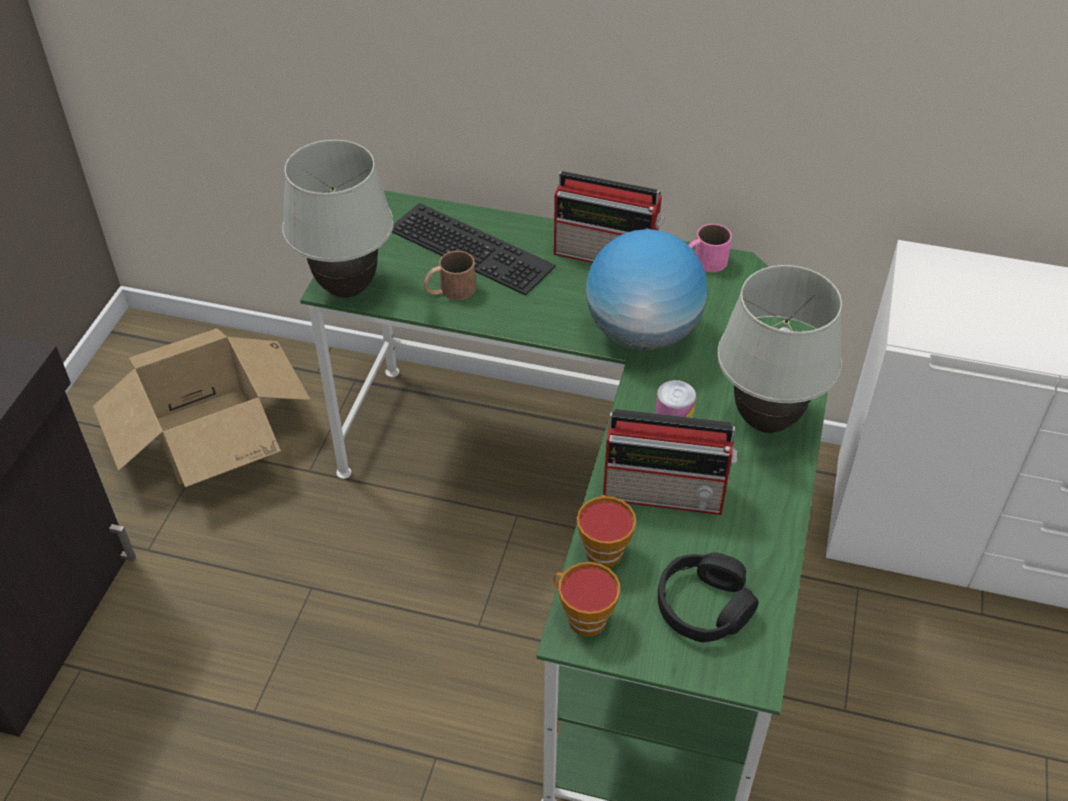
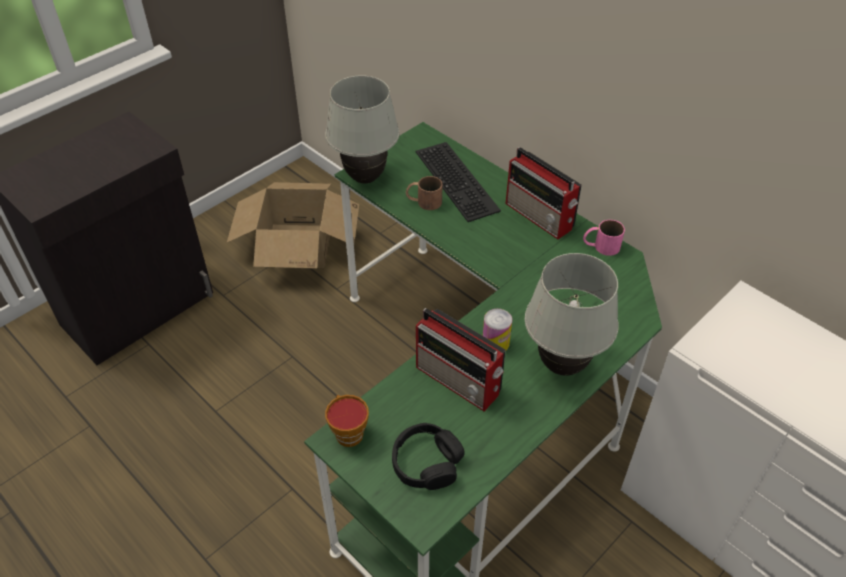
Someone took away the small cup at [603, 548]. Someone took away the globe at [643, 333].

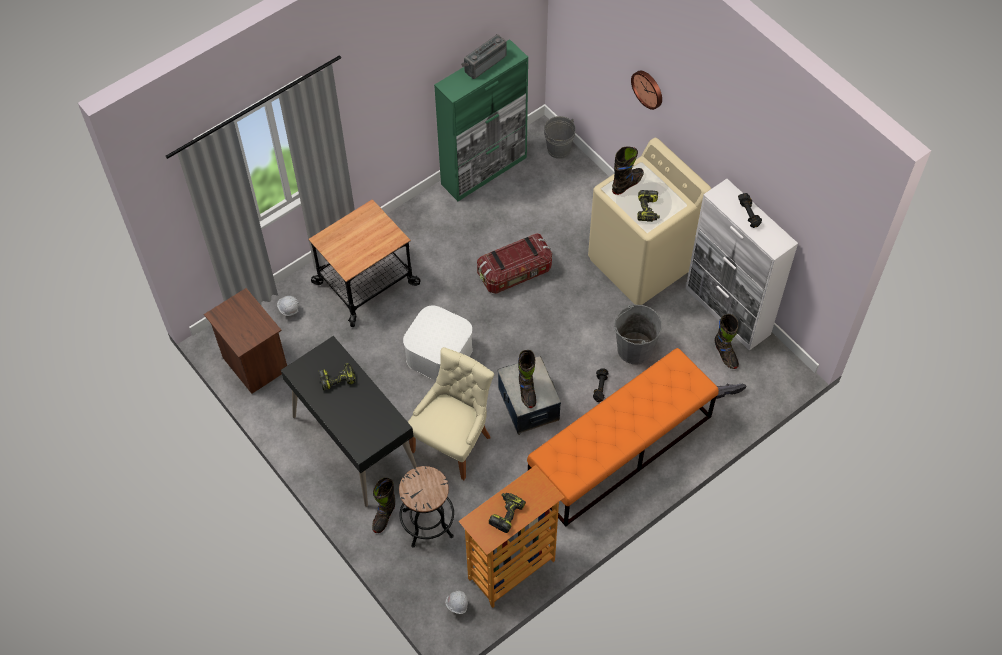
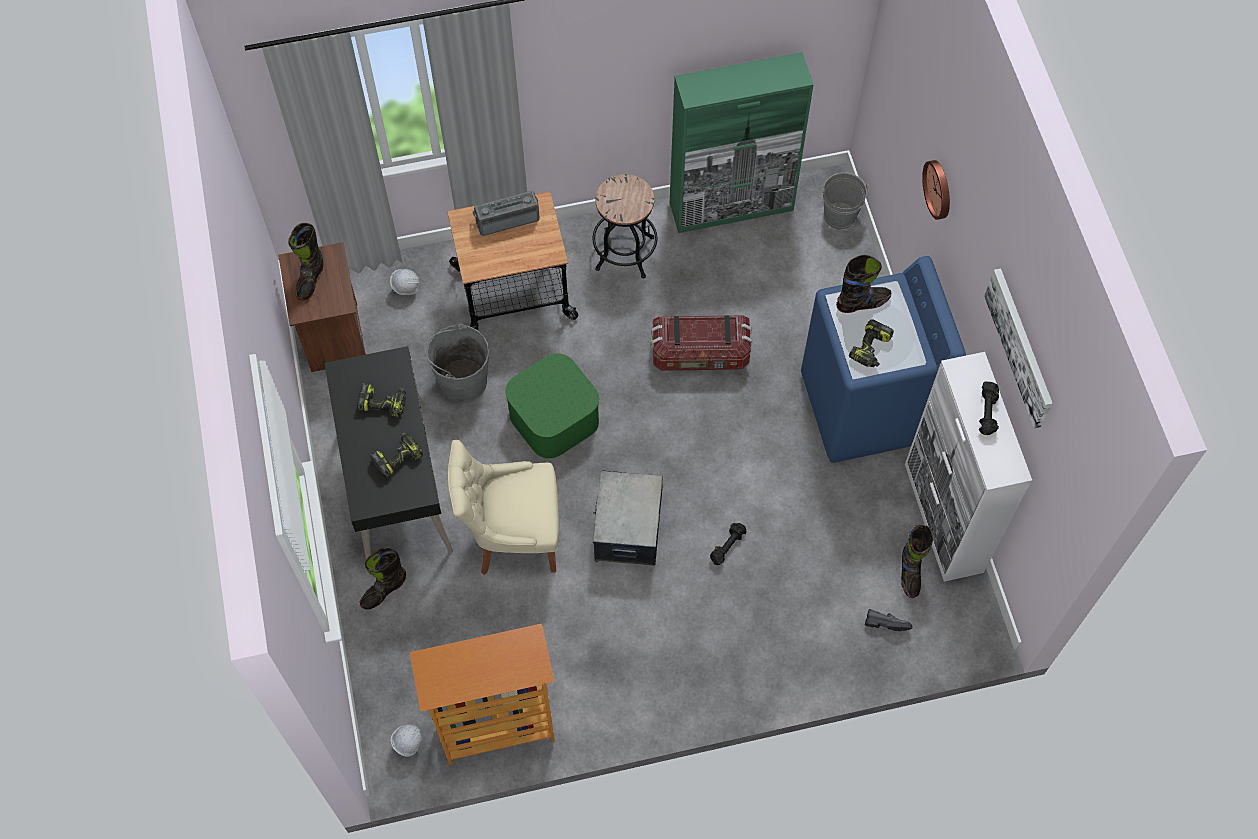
Someone took away the orangey indoor bench at [620, 450]. Someone put up the picture at [1020, 347]. Someone carried the black-coloured stool from [428, 523] to [625, 253]. Someone carried the radio set from [483, 62] to [507, 218]. Someone carried the power drill from [506, 513] to [397, 457]. Someone carried the black-coloured boot from [527, 391] to [310, 280]. Someone carried the grey bucket from [634, 349] to [462, 381]. Someone repainted the white storage box at [439, 354], which became the green-coloured storage box at [553, 417]. Someone repainted the beige laundry machine at [642, 263], which became the blue laundry machine at [866, 408]. Someone rotated the beige plain chair at [453, 442] by 150 degrees counterclockwise.

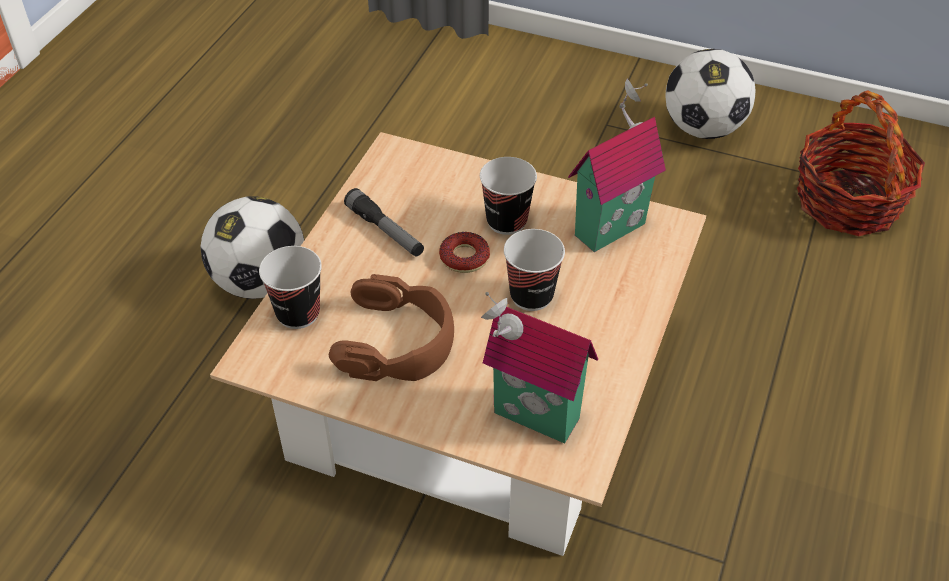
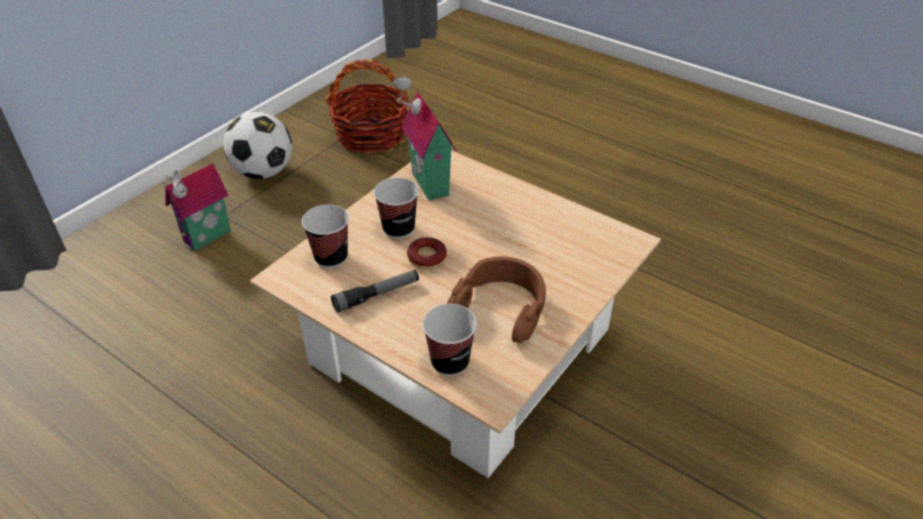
Someone took away the ball for football at [260, 282]. Someone carried the model house from [533, 419] to [209, 238]. Someone carried the small cup from [531, 296] to [331, 257].

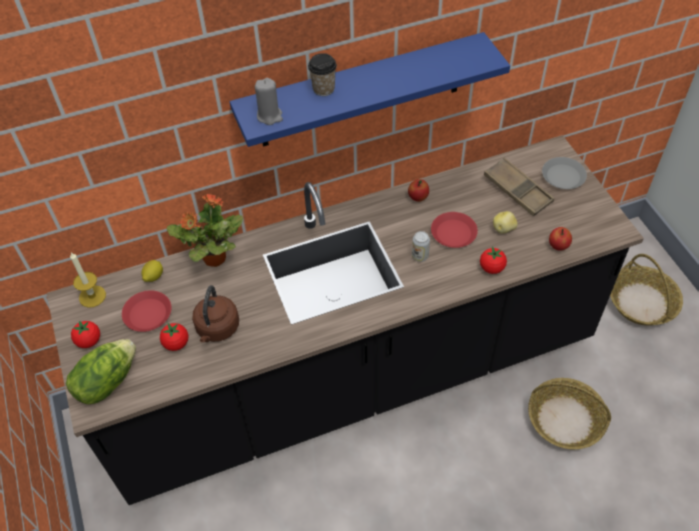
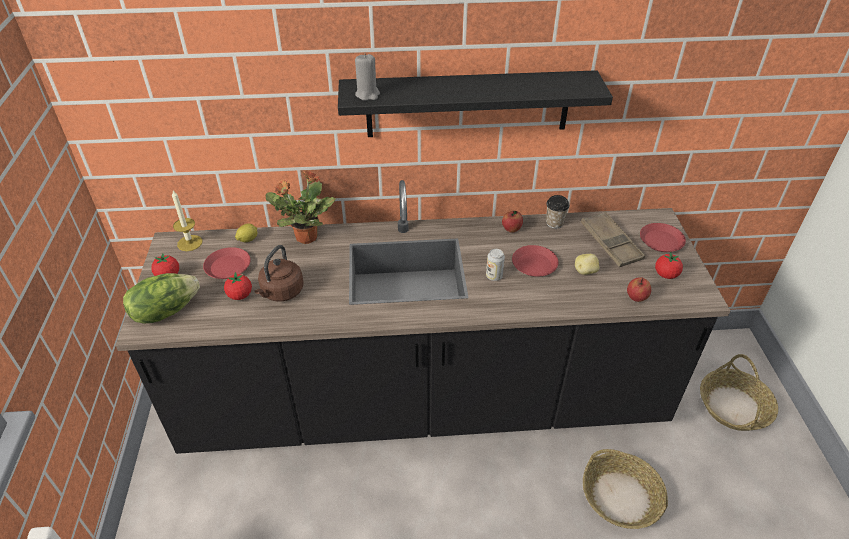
Someone carried the small cup from [323, 89] to [554, 223]. Someone carried the fresh tomato from [491, 268] to [666, 275]. Someone repainted the blue bracket shelf at [361, 91], which became the black-coloured bracket shelf at [468, 104]. Someone repainted the grey flat dish at [563, 176], which became the red flat dish at [661, 241].

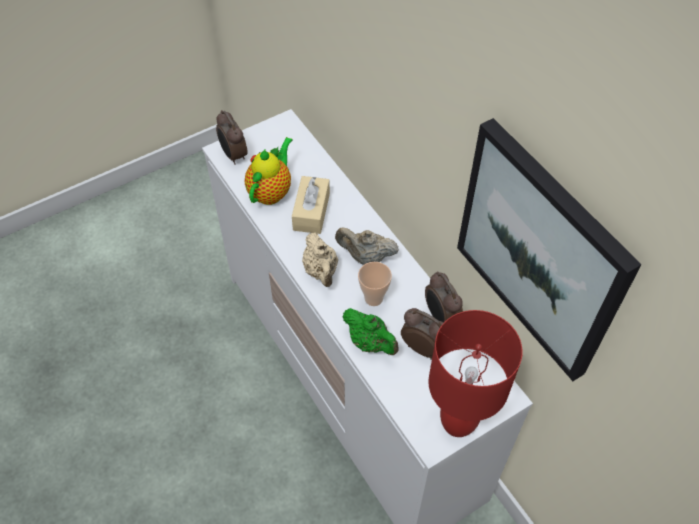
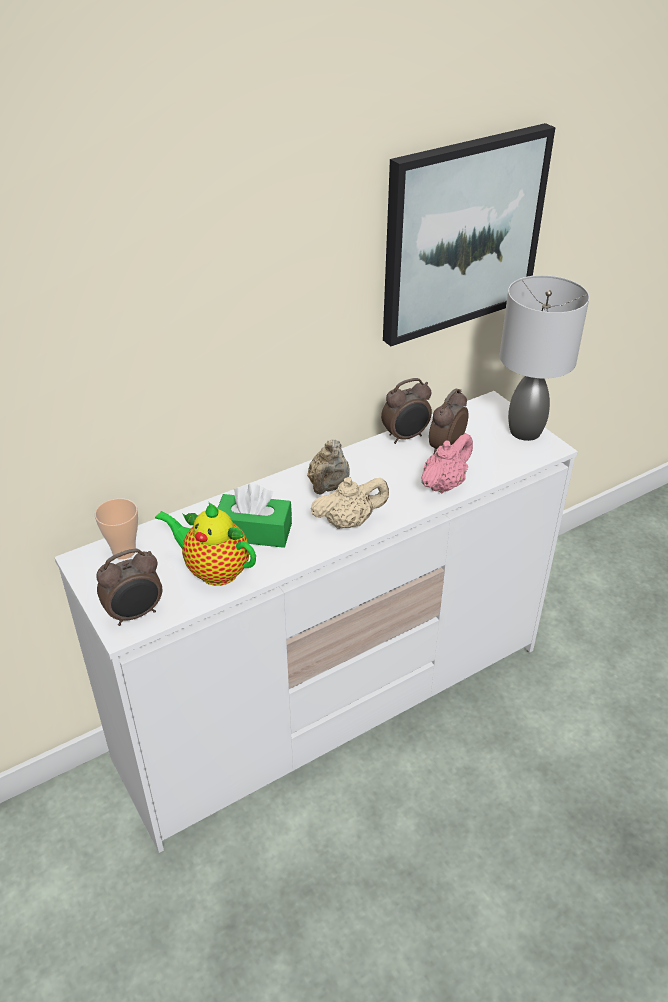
Someone carried the small cup from [373, 298] to [124, 551]. Someone repainted the beige tissue holder at [311, 211], which became the green-coloured tissue holder at [254, 532]. Someone repainted the green-coloured pot for tea at [370, 342], which became the pink pot for tea at [444, 484]. Someone repainted the red table lamp at [457, 424], which became the grey table lamp at [526, 431].

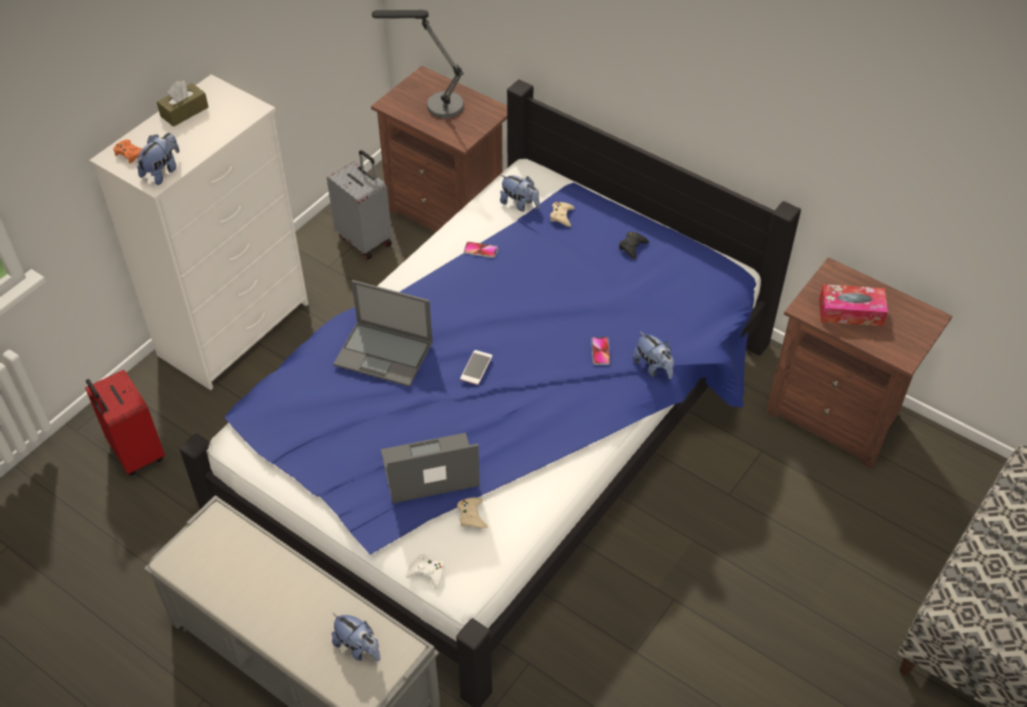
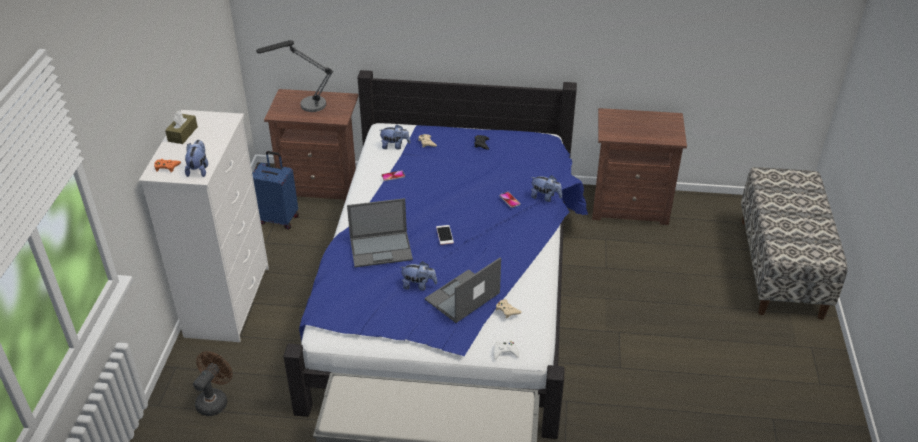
Someone took away the tissue holder at [850, 312]. Someone carried the plush toy from [358, 647] to [418, 285]. Someone swapped the red suitcase at [135, 453] for the brownish cooling fan at [215, 400]. Someone repainted the grey suitcase at [365, 240], which became the blue suitcase at [278, 219].

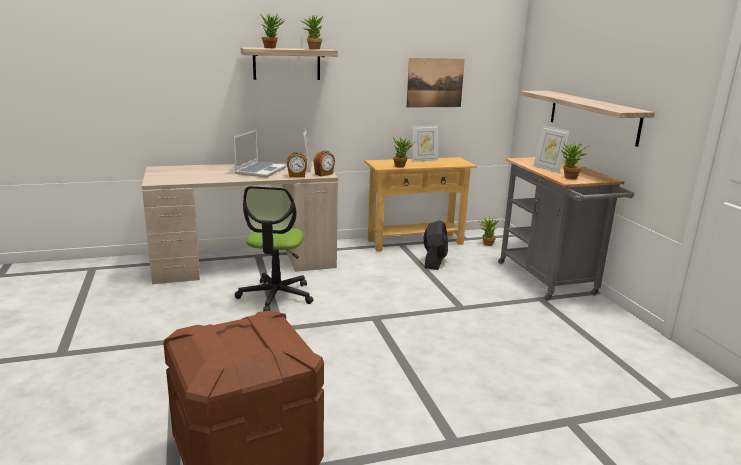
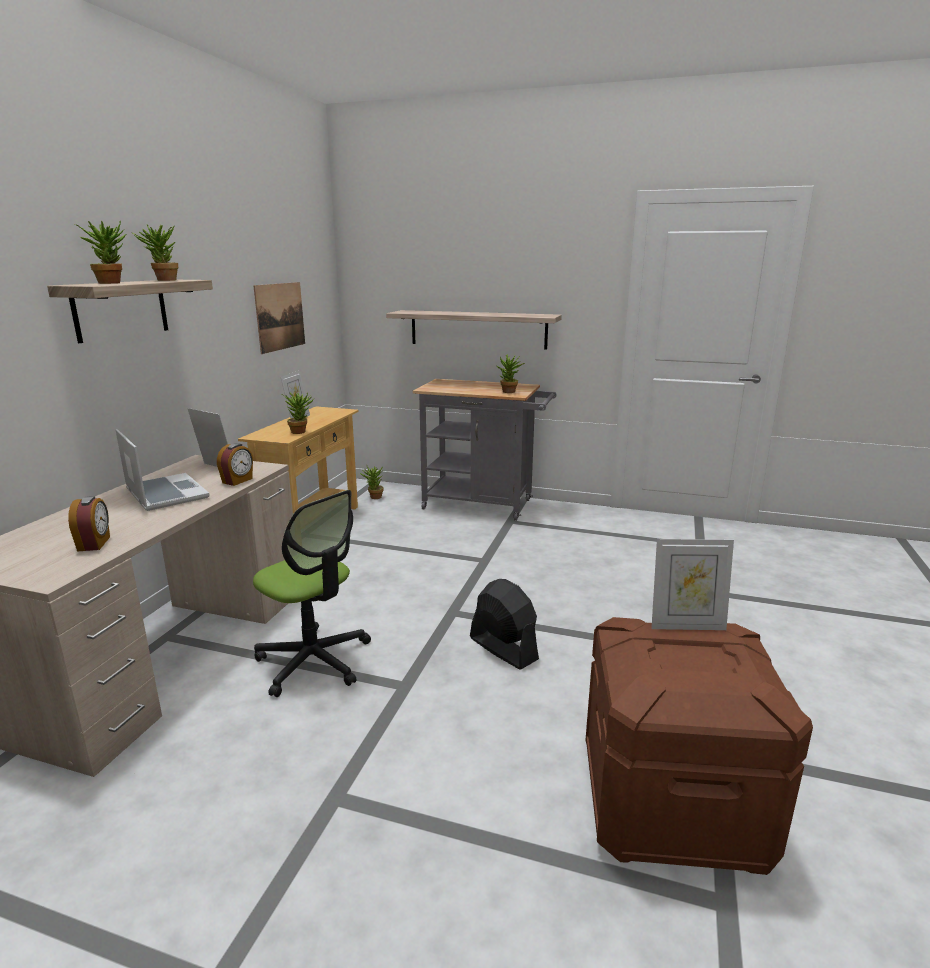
Someone carried the table clock from [324, 174] to [95, 544]. Someone carried the black-coloured cooling fan from [434, 261] to [503, 648]. Someone carried the photo frame from [548, 169] to [686, 625].

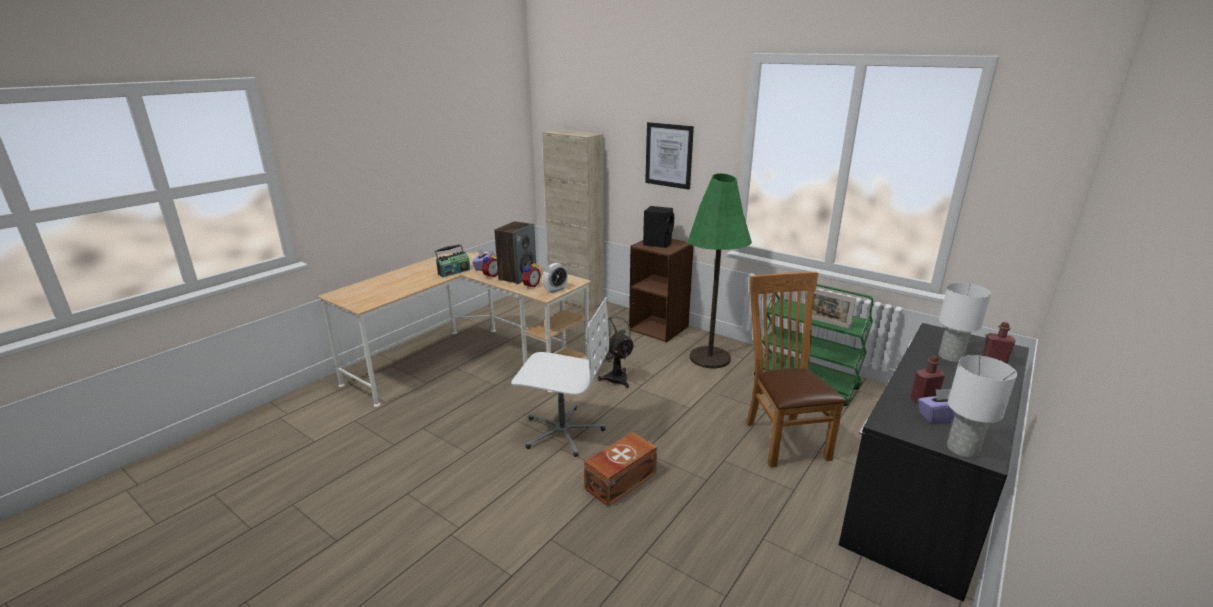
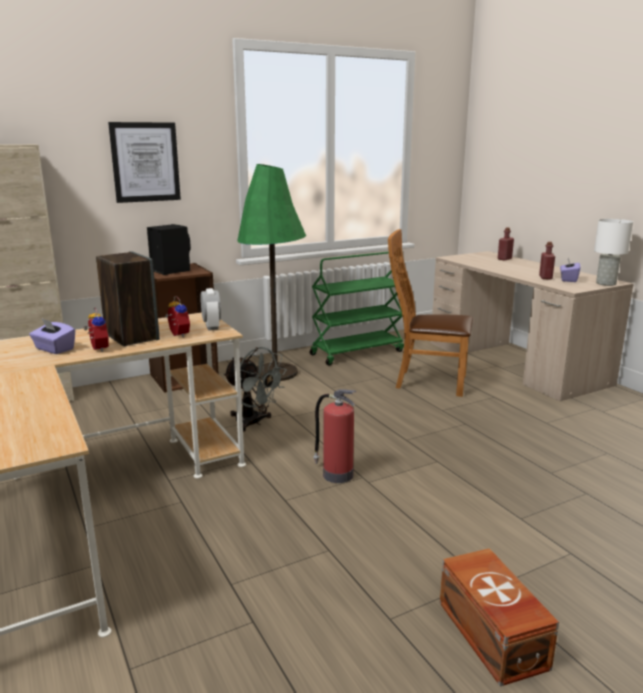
Someone took away the radio set at [453, 272]. Someone took away the photo frame at [827, 323]. Someone took away the white table lamp at [951, 357]. Someone carried the brownish storage box from [619, 481] to [491, 636]. Someone swapped the white desk chair at [562, 431] for the fire-fighting cylinder at [336, 474]. Someone repainted the black-coloured desk at [923, 493], which became the beige desk at [514, 362]. Someone rotated the grey cooling fan at [613, 376] by 135 degrees counterclockwise.

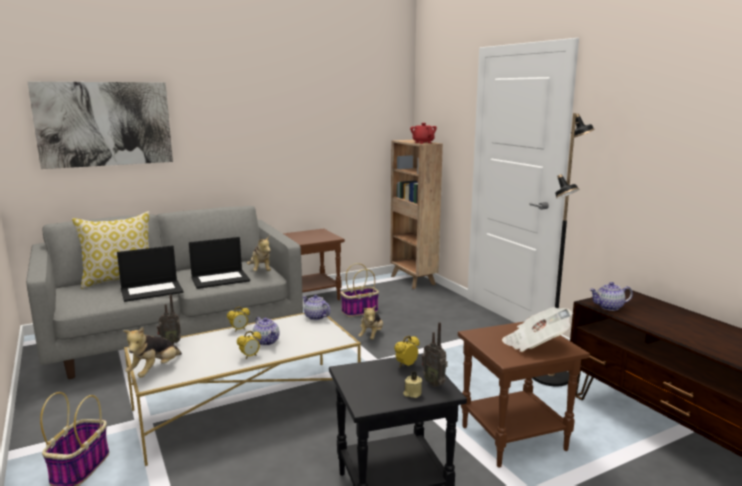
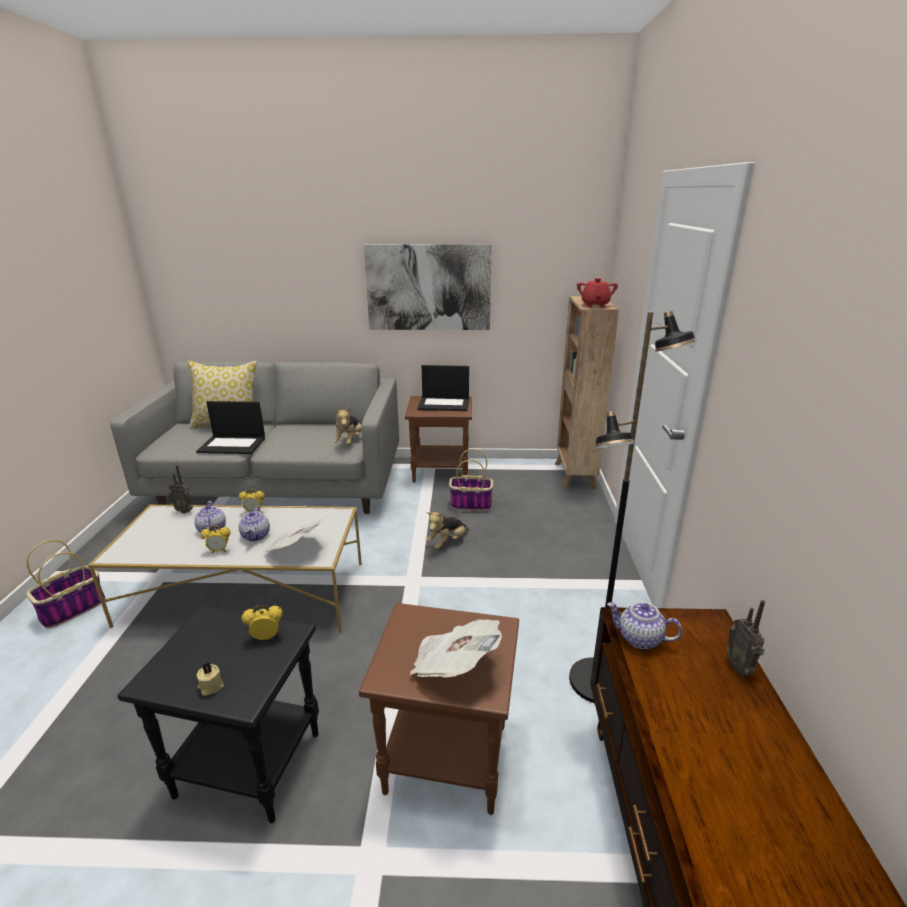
Someone took away the plush toy at [155, 371]. Someone put down the daily paper at [295, 549]. Someone carried the picture from [104, 124] to [428, 288]. Someone carried the notebook computer from [221, 279] to [444, 404]. Someone carried the pot for tea from [315, 317] to [211, 529]. Someone carried the radio set from [434, 383] to [740, 667].

